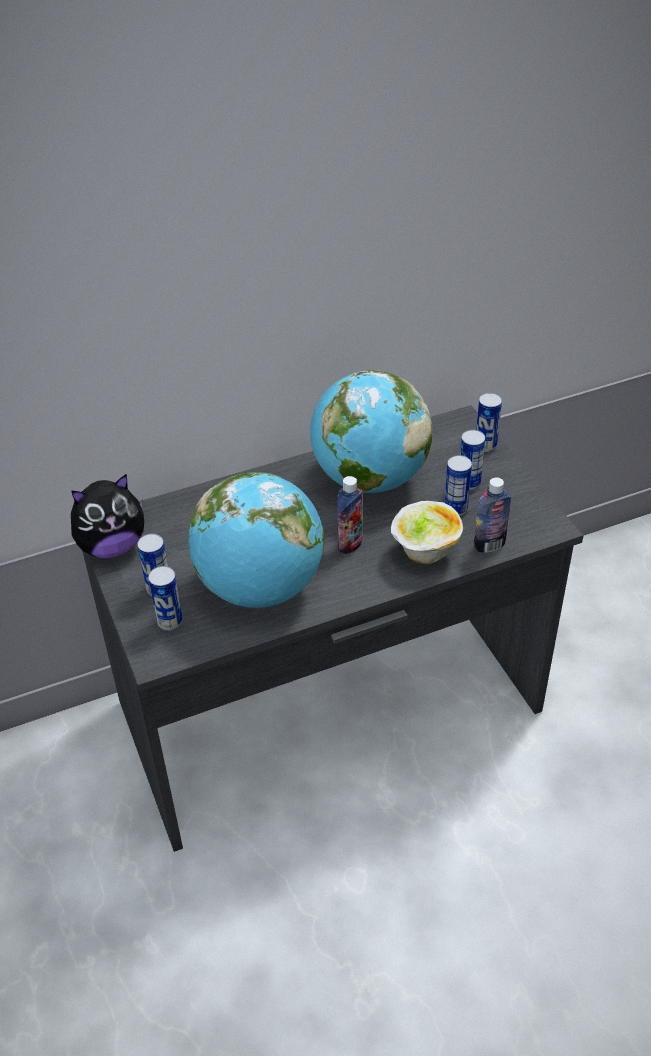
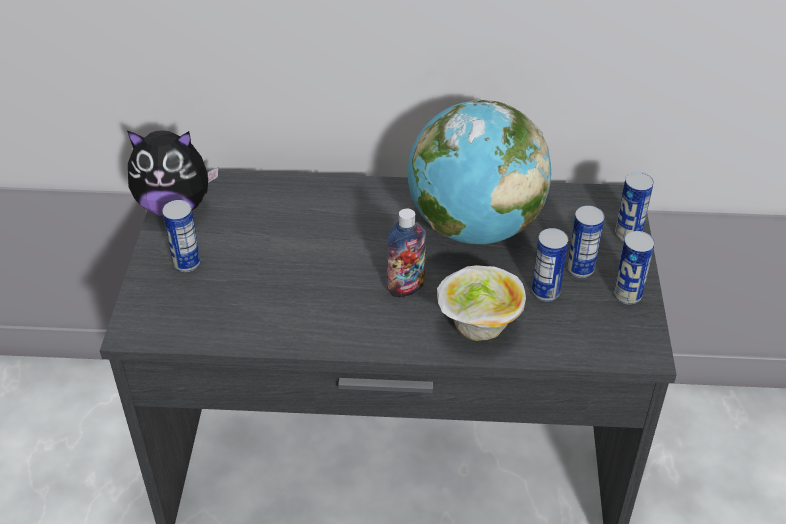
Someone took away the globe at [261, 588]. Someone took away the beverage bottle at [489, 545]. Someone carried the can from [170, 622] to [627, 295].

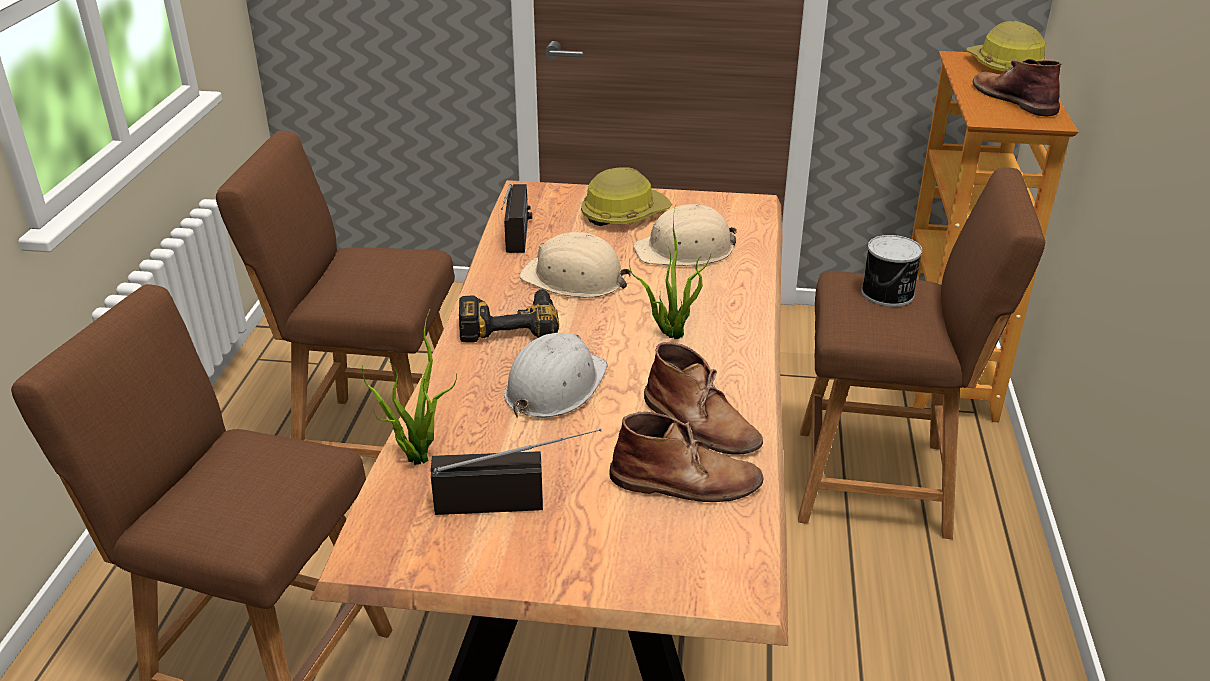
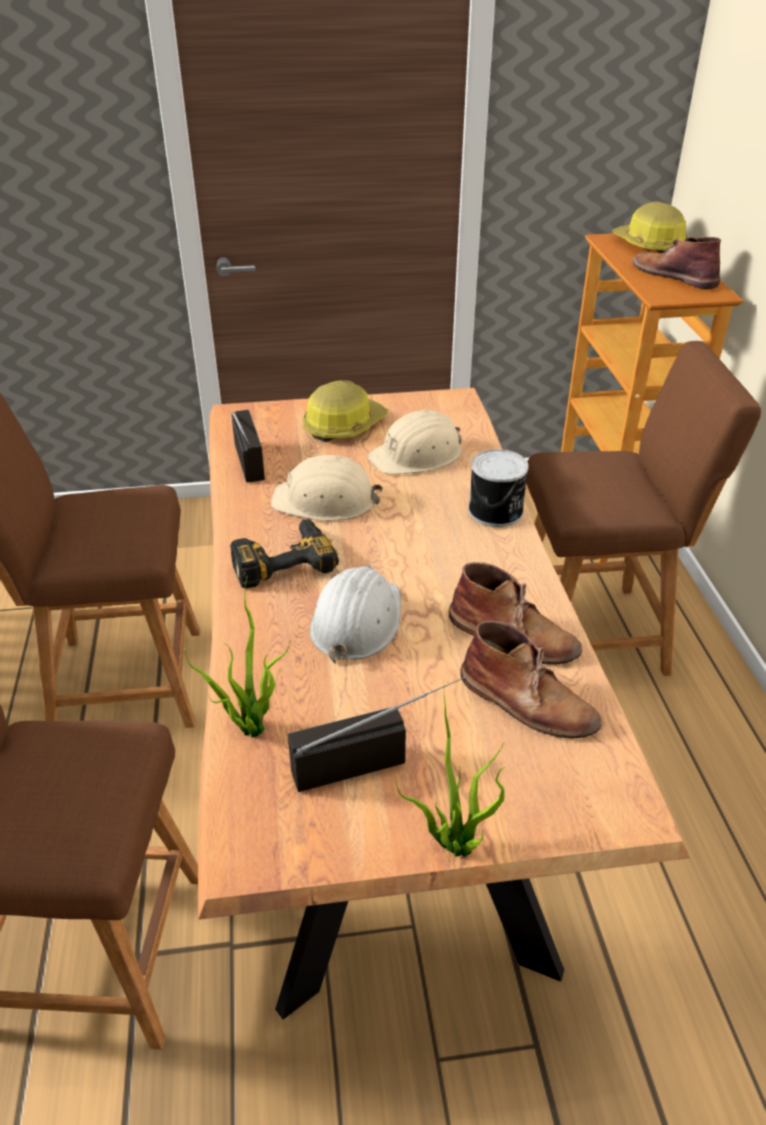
Someone carried the potted plant from [670, 332] to [453, 843]. Someone carried the can from [888, 294] to [497, 511]. Someone rotated the brownish boot at [686, 482] by 45 degrees clockwise.

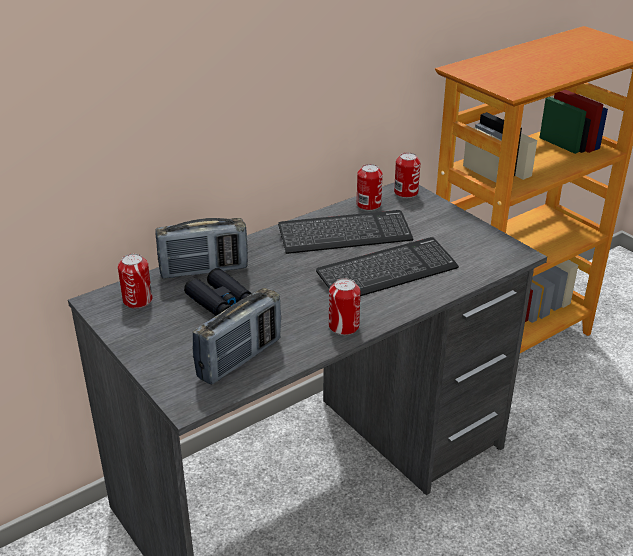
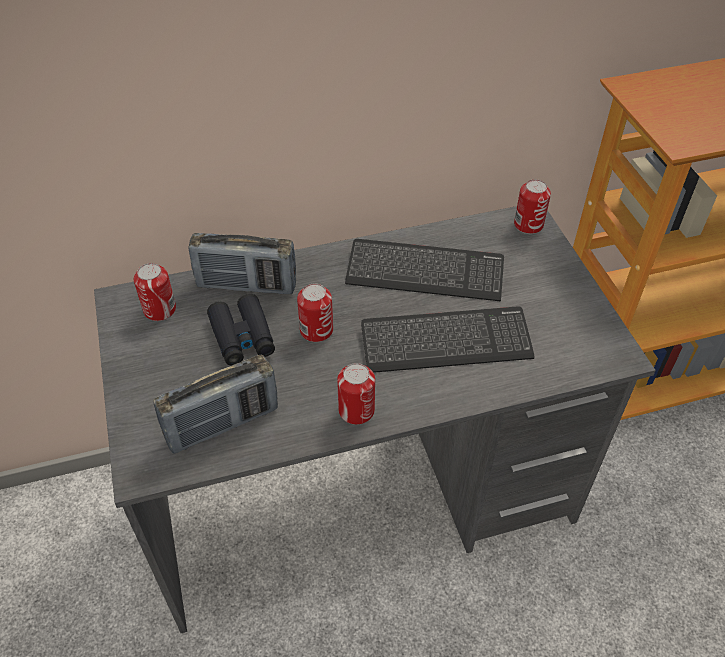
Someone carried the can from [368, 205] to [316, 330].

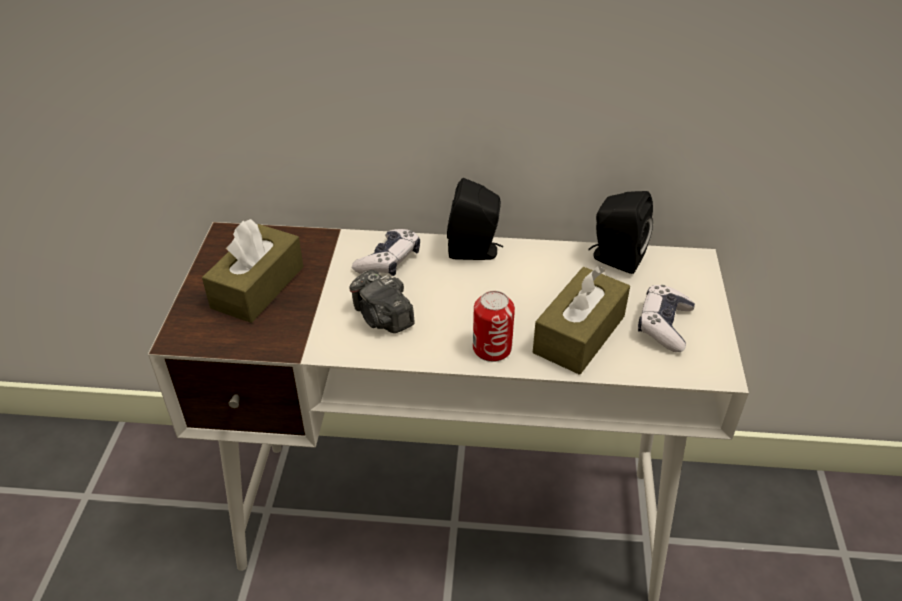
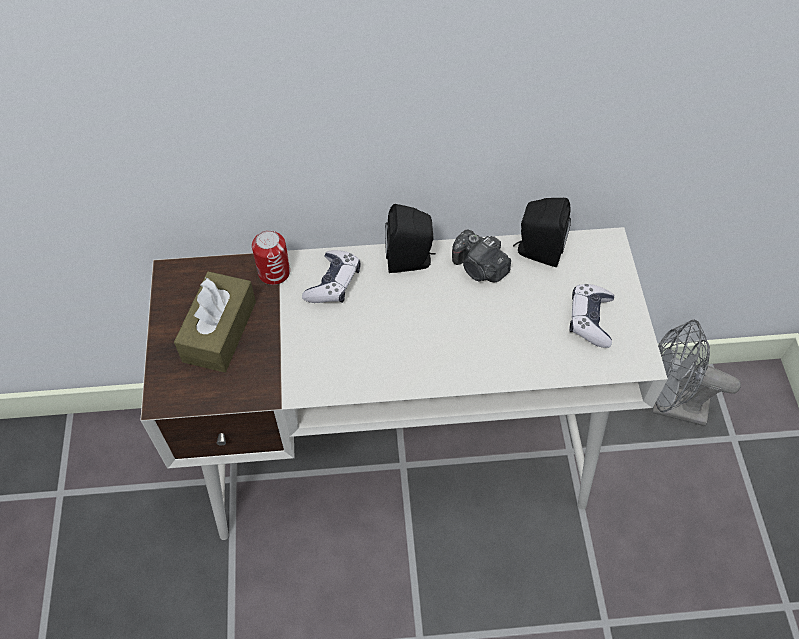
Someone took away the brownish tissue holder at [579, 334]. Someone put down the grey cooling fan at [669, 405]. Someone carried the photo camera from [382, 318] to [479, 268]. Someone carried the can from [492, 348] to [274, 272].

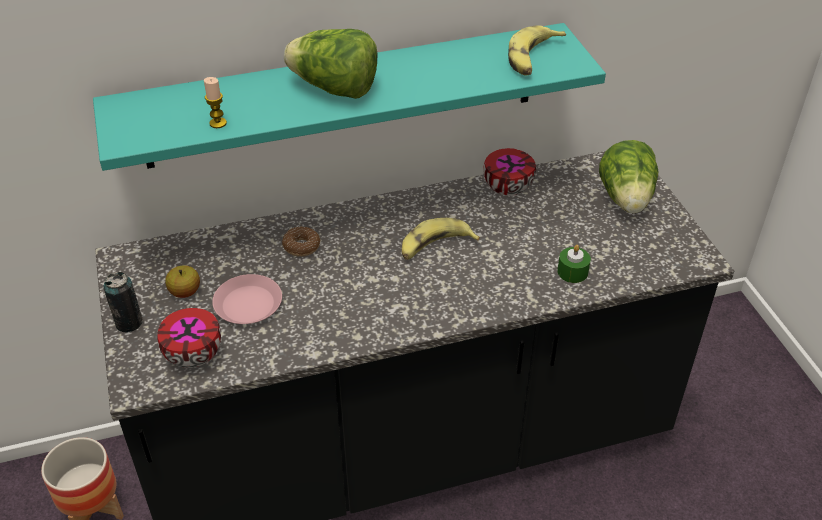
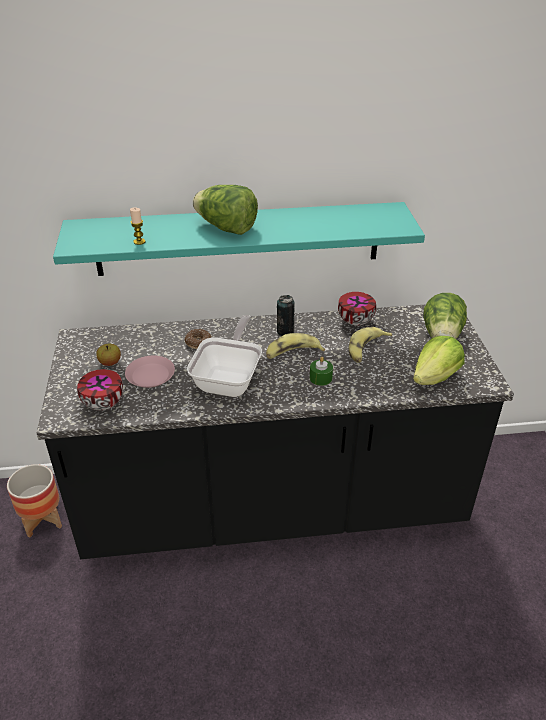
Someone put down the pan at [229, 379]. Someone put down the lettuce at [435, 377]. Someone carried the can from [129, 322] to [285, 331]. Someone carried the banana from [532, 58] to [366, 349]. Someone carried the green-coloured wax light from [572, 272] to [320, 378].

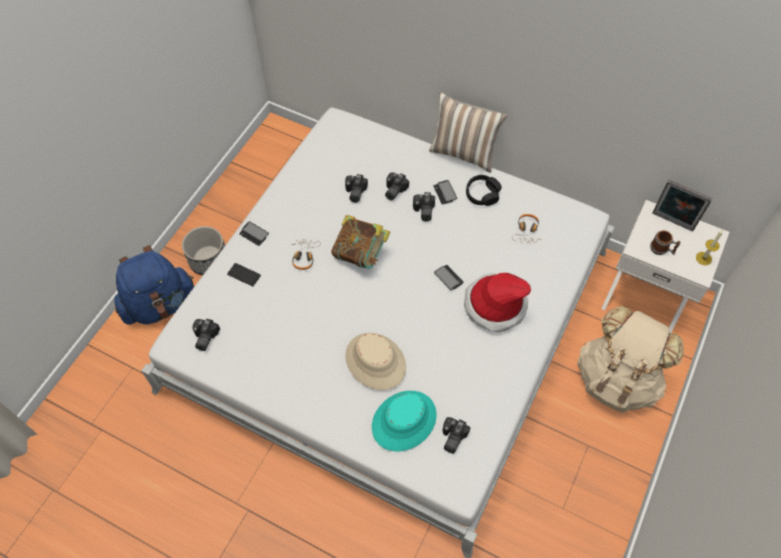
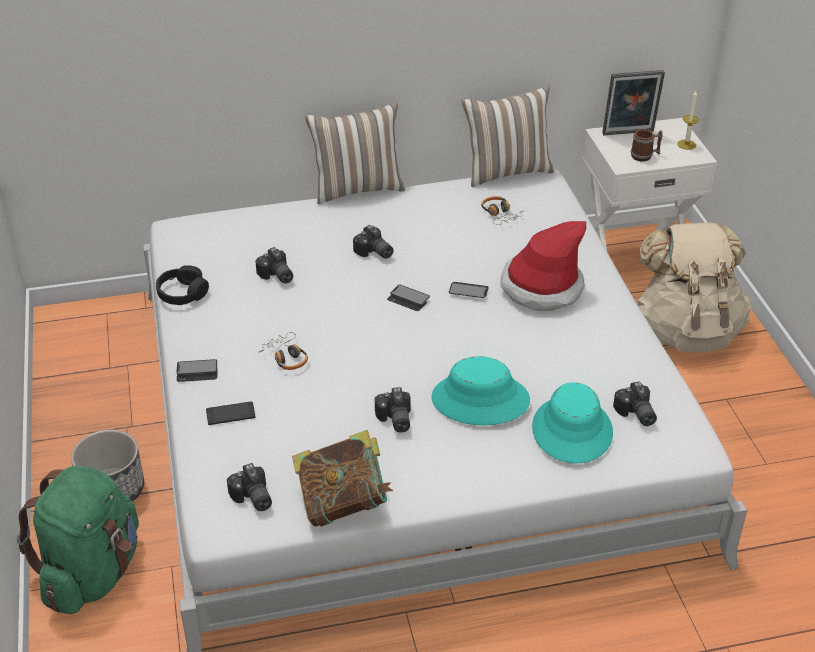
Someone put down the throw pillow at [506, 171]. Someone carried the volume from [361, 253] to [343, 503]. Someone carried the photo camera from [393, 190] to [394, 420]. Someone carried the handset from [445, 192] to [408, 299]. Someone carried the black-coloured headphones from [482, 194] to [182, 293]. Someone repainted the blue backpack at [160, 304], which became the green-coloured backpack at [92, 573]. Someone repainted the beige hat at [375, 361], which became the turquoise hat at [480, 400].

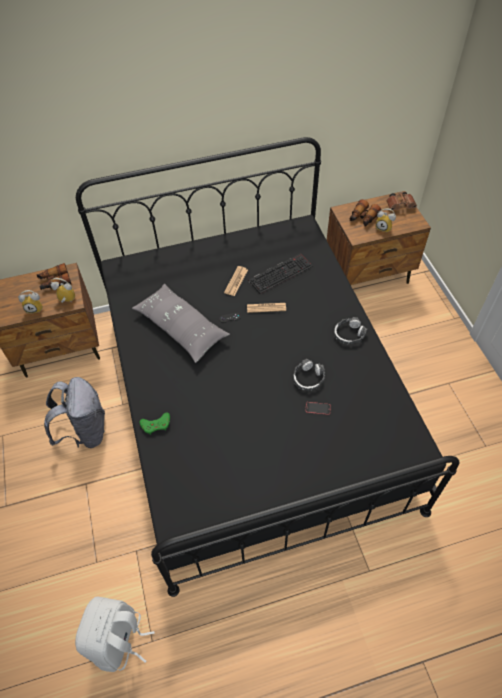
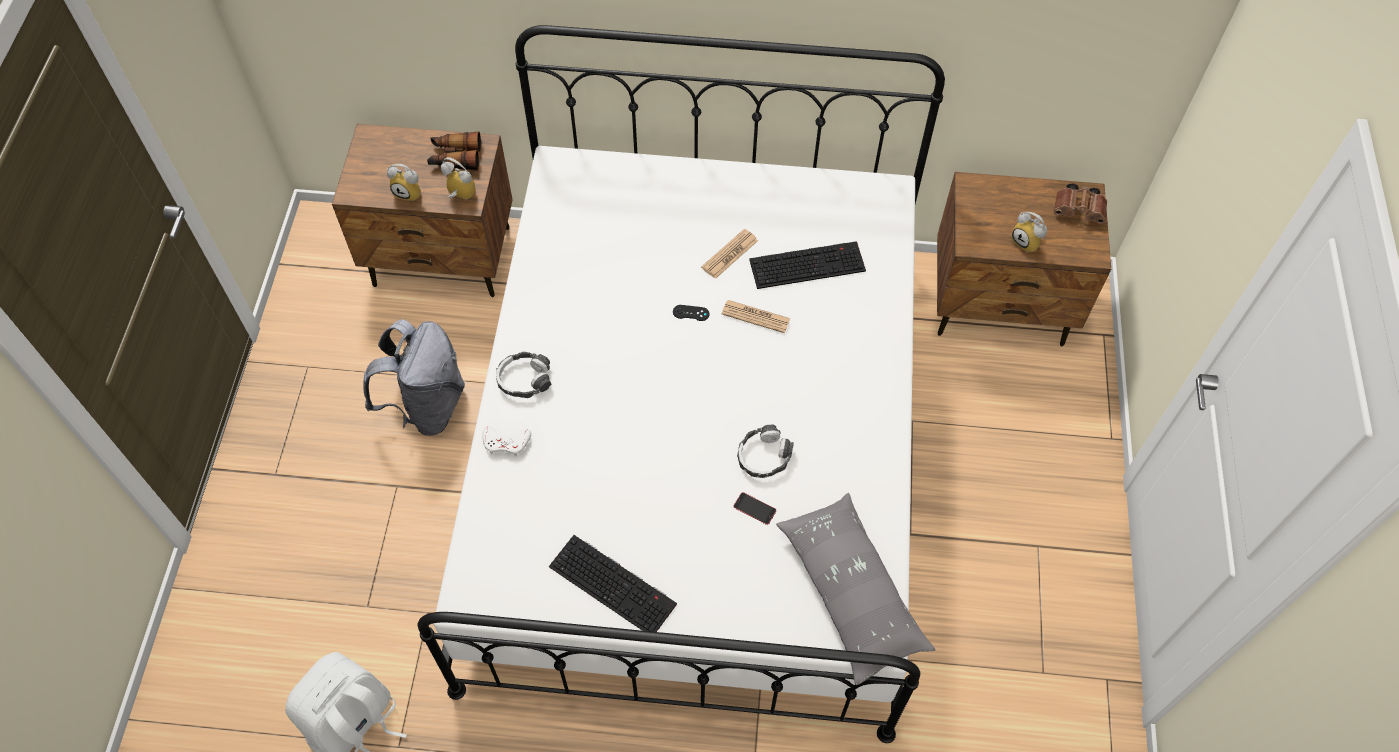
Someone took away the pair of binoculars at [363, 218]. Someone put down the keyboard at [615, 585]. Someone carried the grey throw pillow from [180, 328] to [850, 593]. Someone carried the headphones from [349, 334] to [524, 379]. Someone repainted the black-coloured sleeping bed at [252, 402], which became the white sleeping bed at [698, 455]. Someone repainted the green-coloured joypad at [156, 425], which became the white joypad at [506, 442].

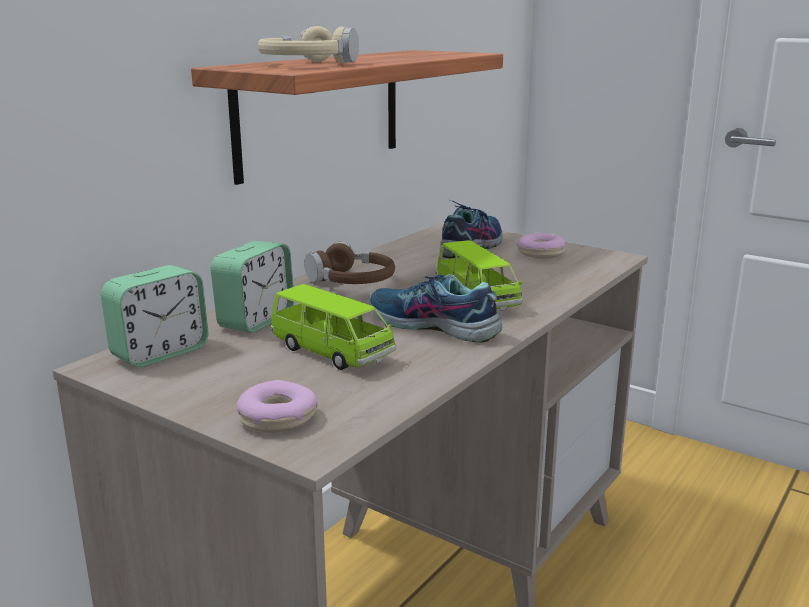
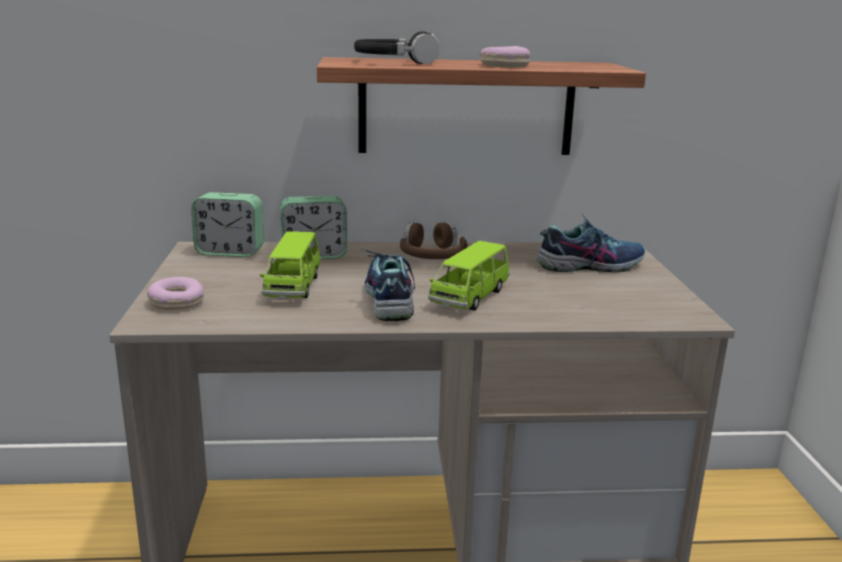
Someone carried the donut from [540, 253] to [504, 65]. Someone repainted the beige headphones at [308, 64], which became the black-coloured headphones at [396, 62].

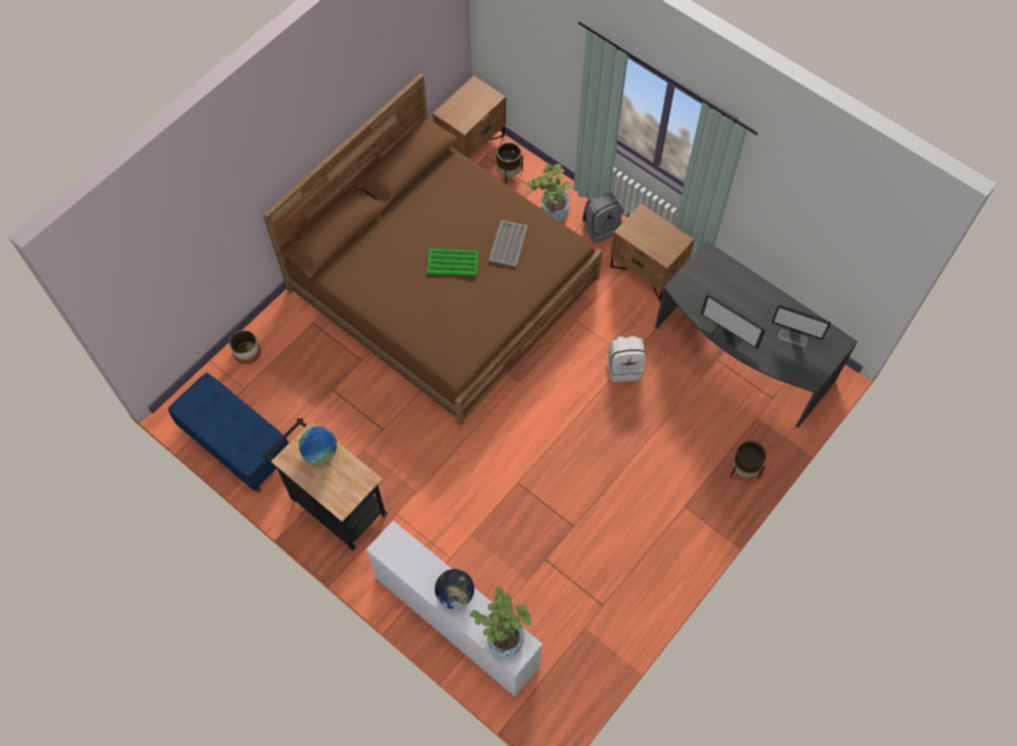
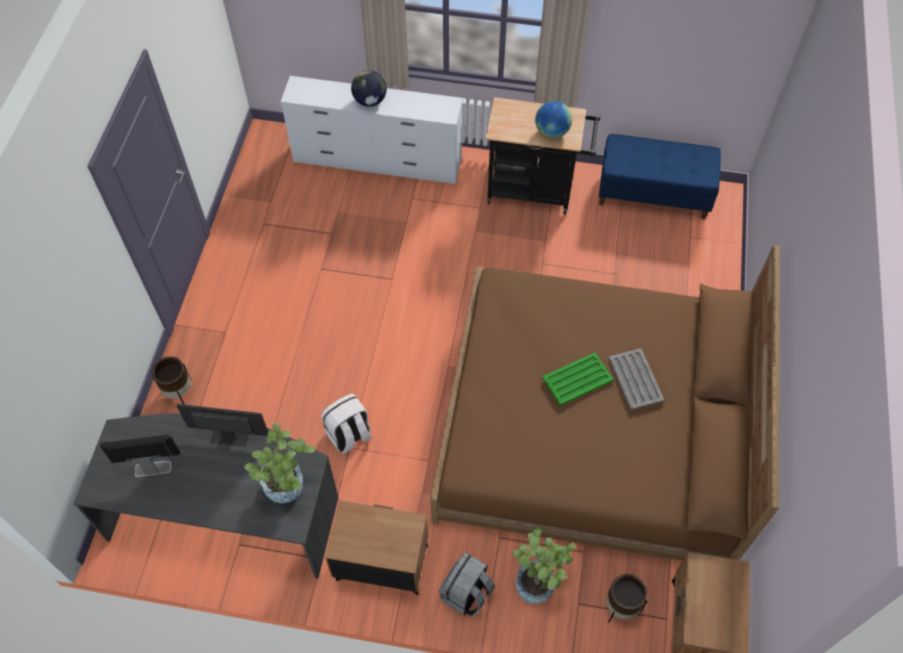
Someone took away the planter at [247, 353]. Someone carried the potted plant from [503, 635] to [288, 489]. Someone carried the grey carrying tray from [508, 244] to [635, 378].

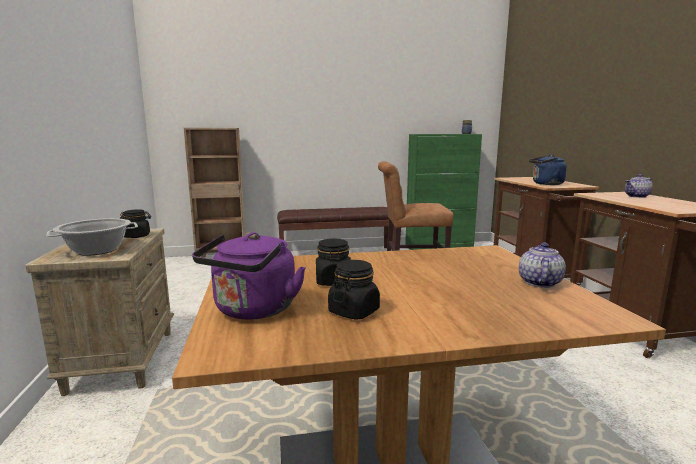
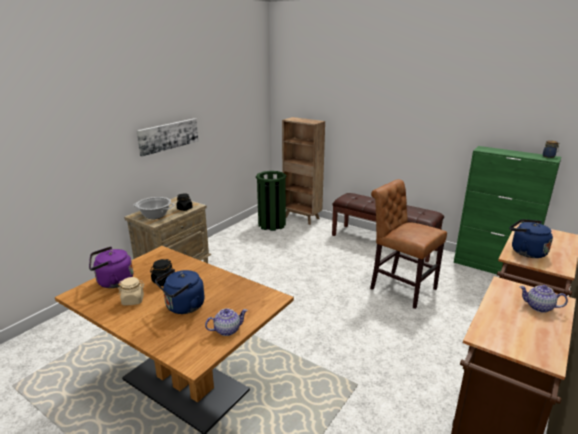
Someone put up the picture at [168, 136]. Someone put down the blue water kettle at [183, 307]. Someone put down the green-coloured waste bin at [271, 224]. Someone repainted the black-coloured storage jar at [354, 311], which became the beige storage jar at [133, 300].

